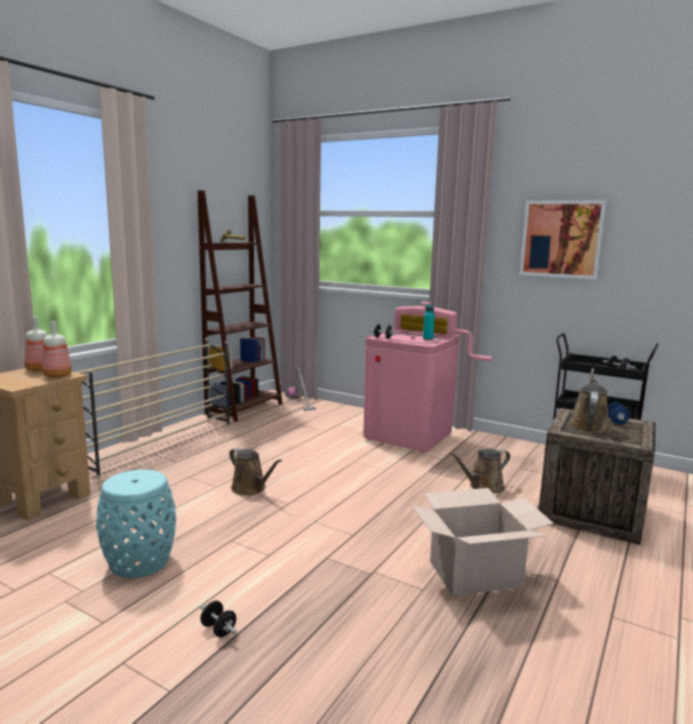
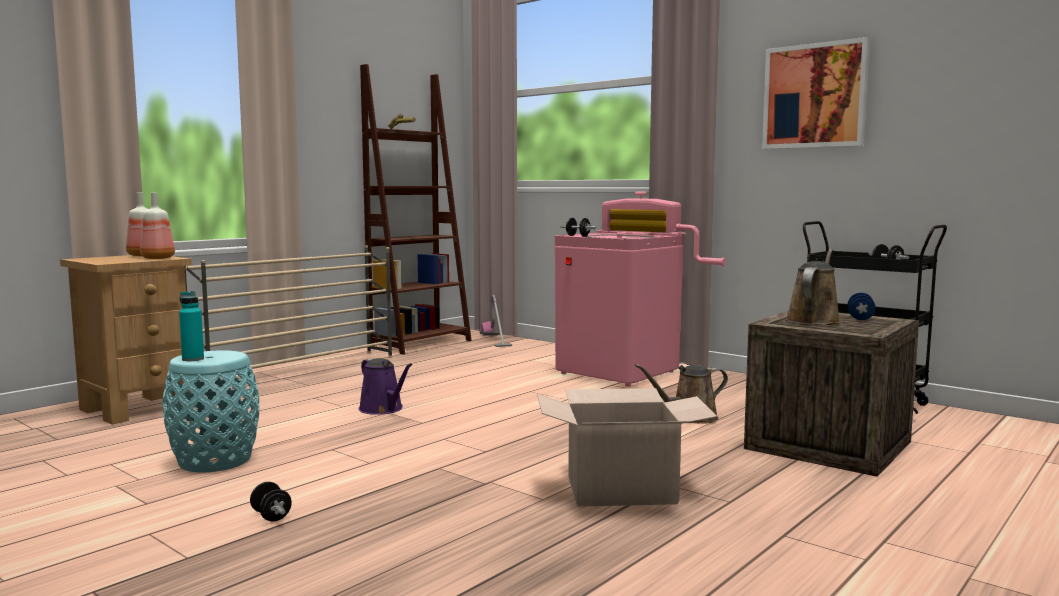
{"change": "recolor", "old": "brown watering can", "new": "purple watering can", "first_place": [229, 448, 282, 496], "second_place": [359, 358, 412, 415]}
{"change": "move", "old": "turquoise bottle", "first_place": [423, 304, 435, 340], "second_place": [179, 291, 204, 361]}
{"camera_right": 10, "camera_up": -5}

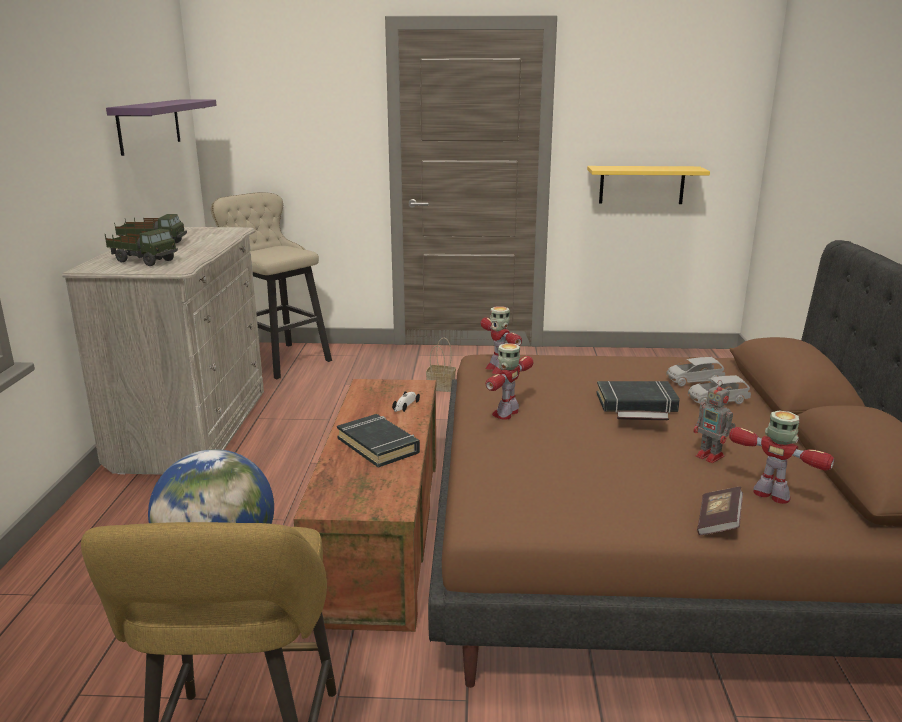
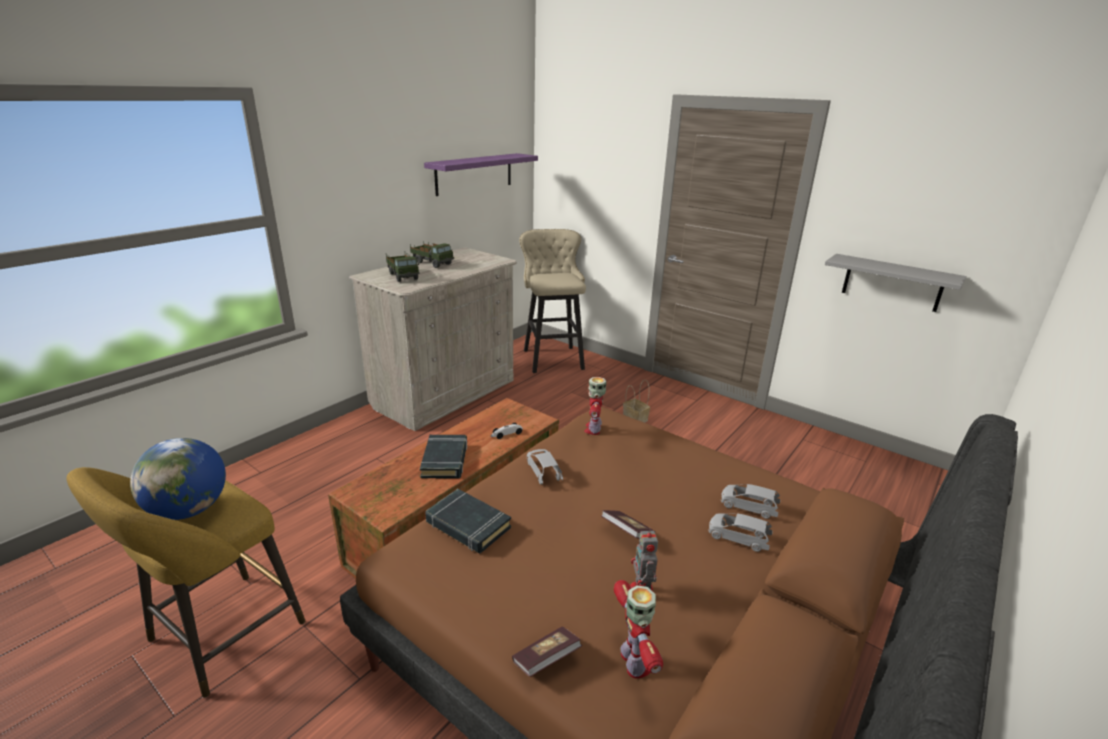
{"change": "replace", "old": "toy robot", "new": "grey toy car", "first_place": [486, 343, 534, 420], "second_place": [527, 449, 563, 485]}
{"change": "recolor", "old": "yellow shelf", "new": "grey shelf", "first_place": [587, 166, 710, 204], "second_place": [825, 254, 967, 312]}
{"change": "move", "old": "black book", "first_place": [597, 381, 680, 413], "second_place": [425, 489, 511, 553]}
{"camera_right": 35, "camera_up": 5}

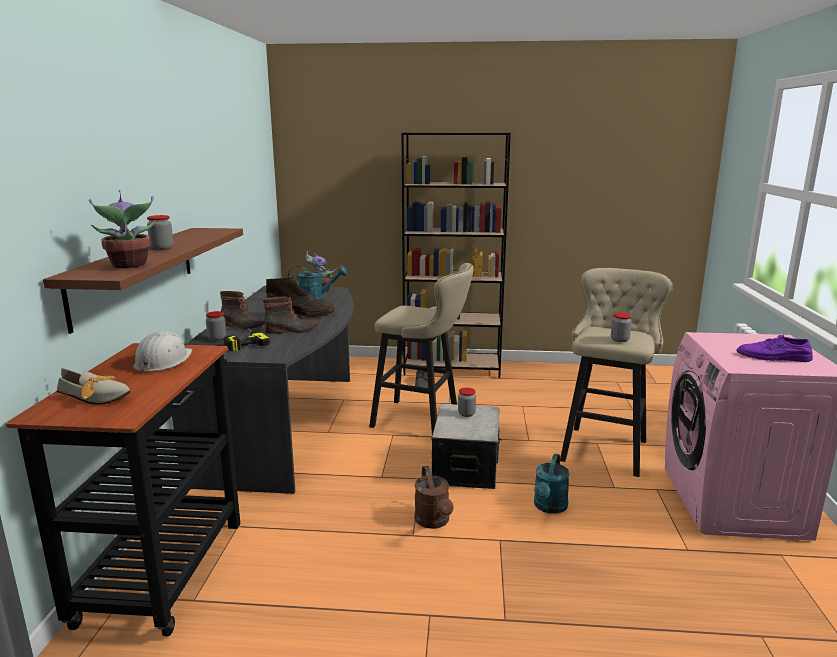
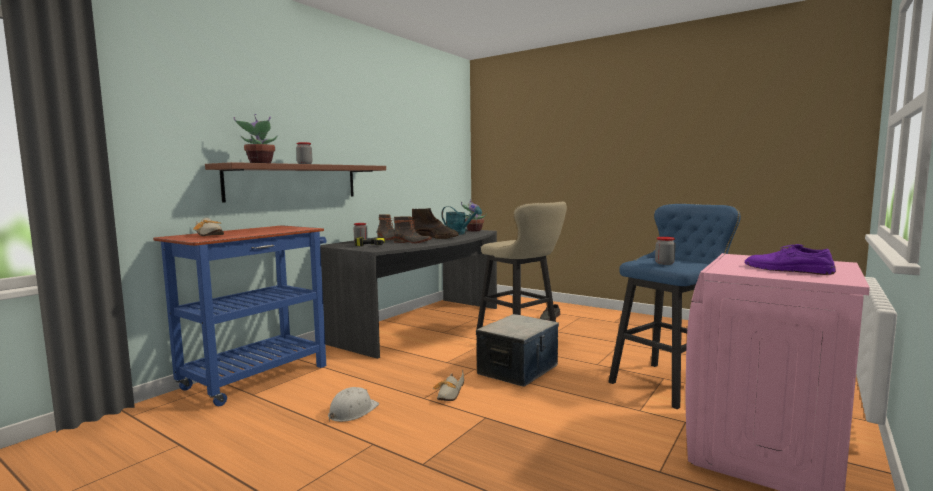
{"change": "recolor", "old": "black cart", "new": "blue cart", "first_place": [6, 343, 240, 636], "second_place": [153, 226, 327, 406]}
{"change": "move", "old": "white hard hat", "first_place": [133, 331, 192, 373], "second_place": [328, 387, 379, 422]}
{"change": "delete", "old": "beige bookcase", "first_place": [402, 133, 511, 378]}
{"change": "replace", "old": "brown watering can", "new": "shoe", "first_place": [415, 466, 454, 529], "second_place": [432, 369, 464, 401]}
{"change": "delete", "old": "jar", "first_place": [458, 388, 476, 417]}
{"change": "delete", "old": "turquoise watering can", "first_place": [534, 453, 570, 514]}
{"change": "recolor", "old": "beige stool", "new": "blue stool", "first_place": [560, 267, 673, 477], "second_place": [608, 203, 741, 409]}
{"camera_right": 30, "camera_up": -10}

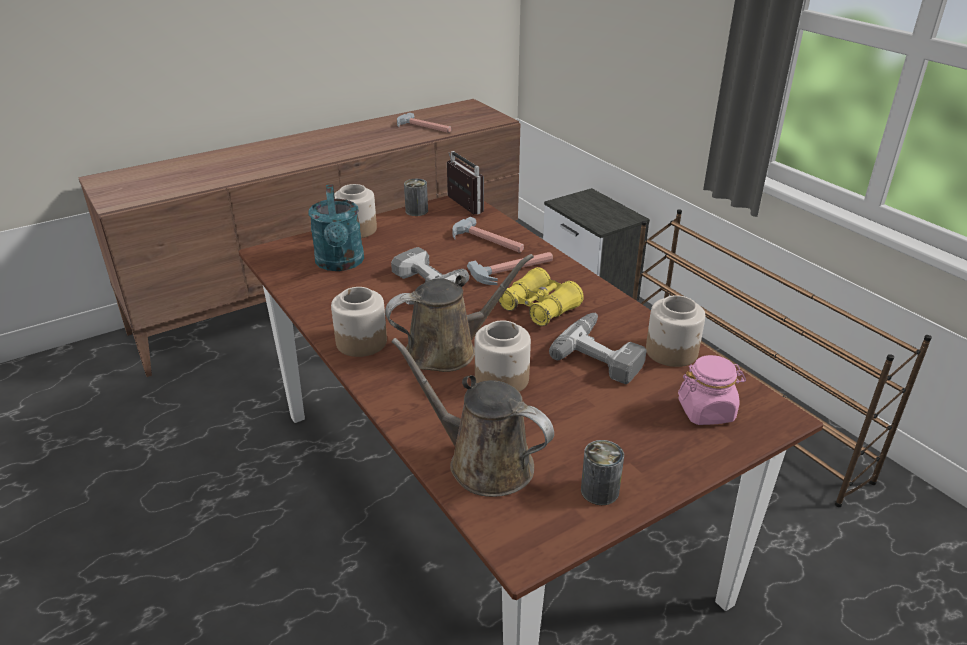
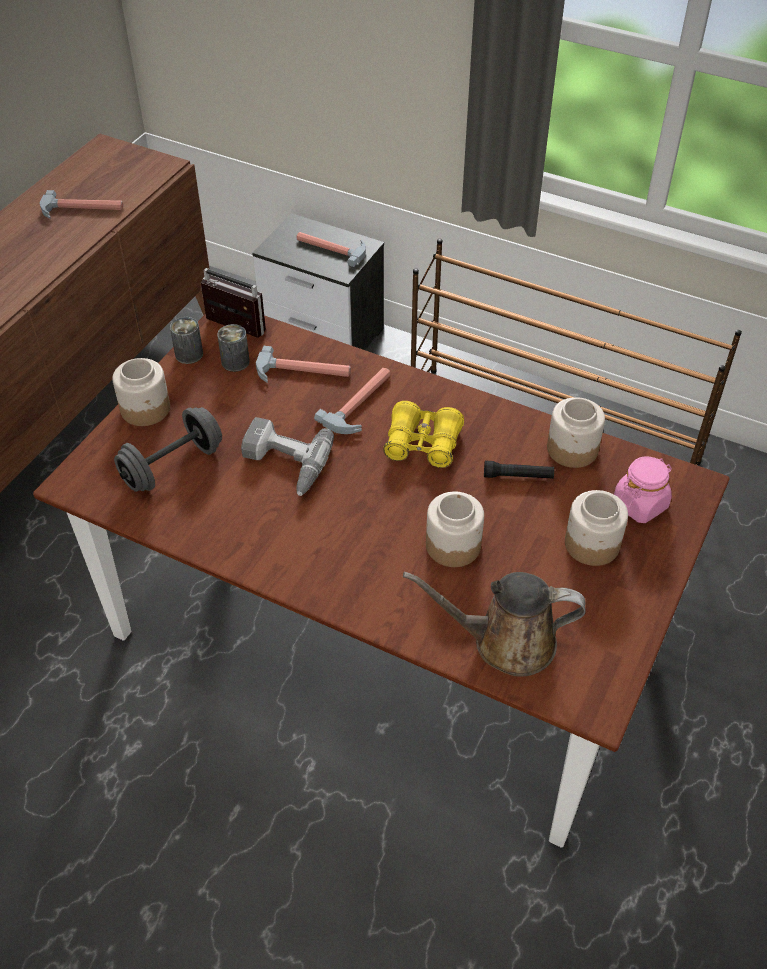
{"change": "replace", "old": "turquoise watering can", "new": "grey dumbbell", "first_place": [308, 185, 364, 271], "second_place": [114, 407, 222, 492]}
{"change": "move", "old": "jar", "first_place": [331, 287, 387, 357], "second_place": [565, 490, 628, 566]}
{"change": "delete", "old": "brown watering can", "first_place": [385, 254, 534, 372]}
{"change": "replace", "old": "power drill", "new": "black flashlight", "first_place": [549, 313, 647, 384], "second_place": [484, 461, 554, 479]}
{"change": "move", "old": "can", "first_place": [581, 440, 624, 505], "second_place": [217, 324, 250, 372]}
{"change": "insert", "new": "hammer", "second_place": [296, 232, 366, 267]}
{"camera_right": -30, "camera_up": 15}

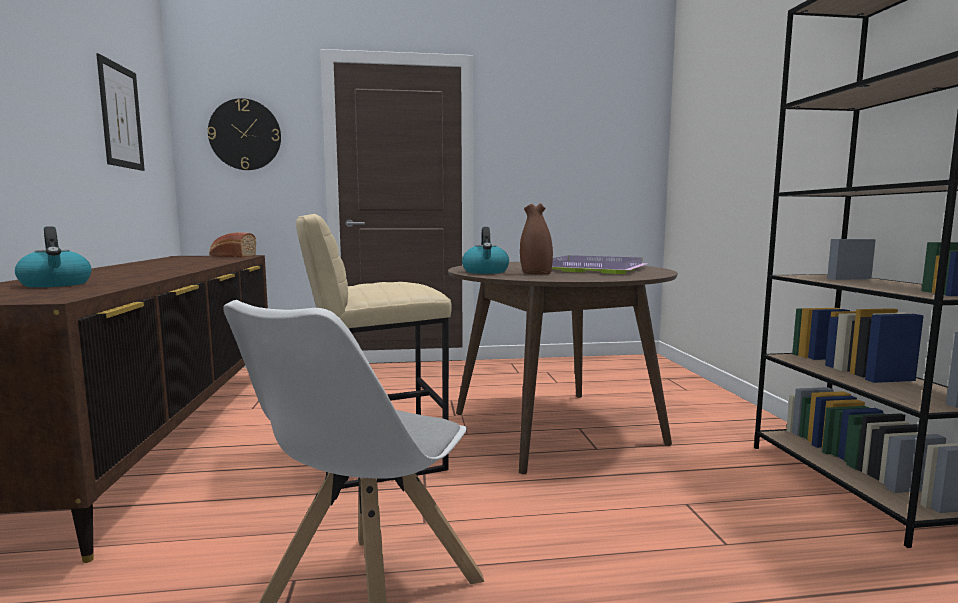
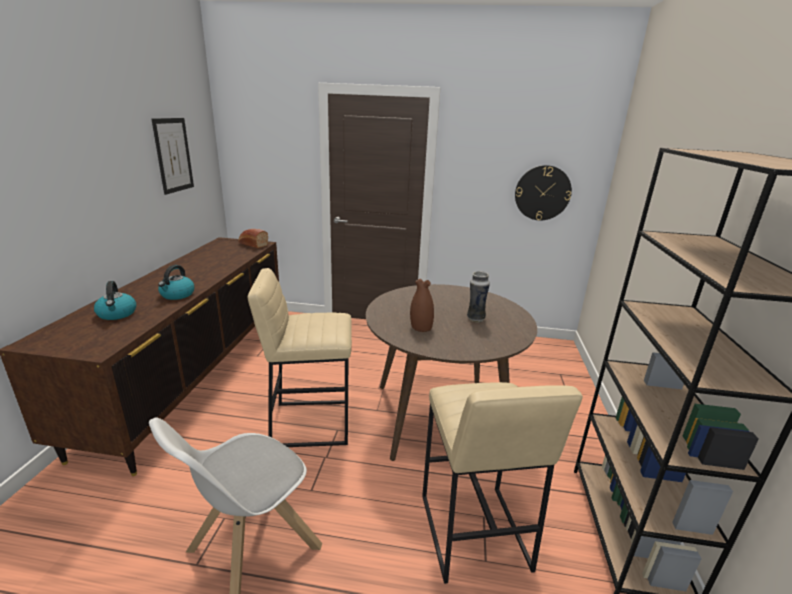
{"change": "move", "old": "wall clock", "first_place": [207, 98, 281, 170], "second_place": [515, 165, 572, 220]}
{"change": "move", "old": "kettle", "first_place": [462, 227, 509, 274], "second_place": [158, 265, 194, 300]}
{"change": "replace", "old": "purple tray", "new": "vase", "first_place": [552, 255, 648, 274], "second_place": [467, 271, 490, 323]}
{"change": "insert", "new": "beige stool", "second_place": [422, 382, 583, 584]}
{"camera_right": 15, "camera_up": 15}

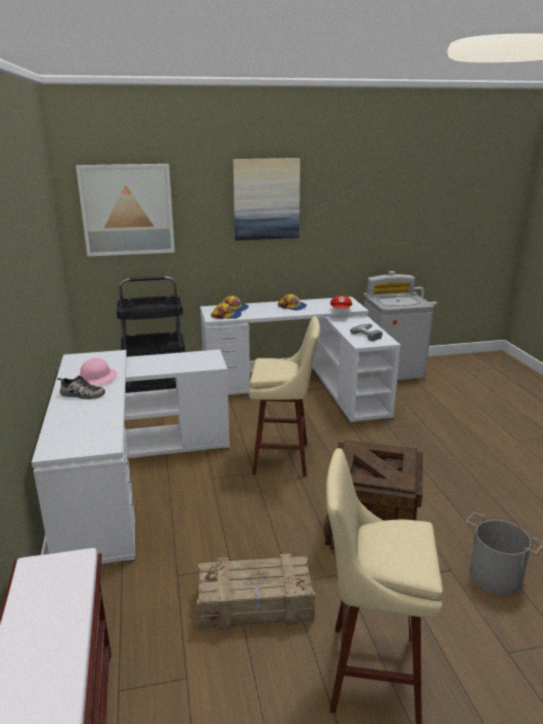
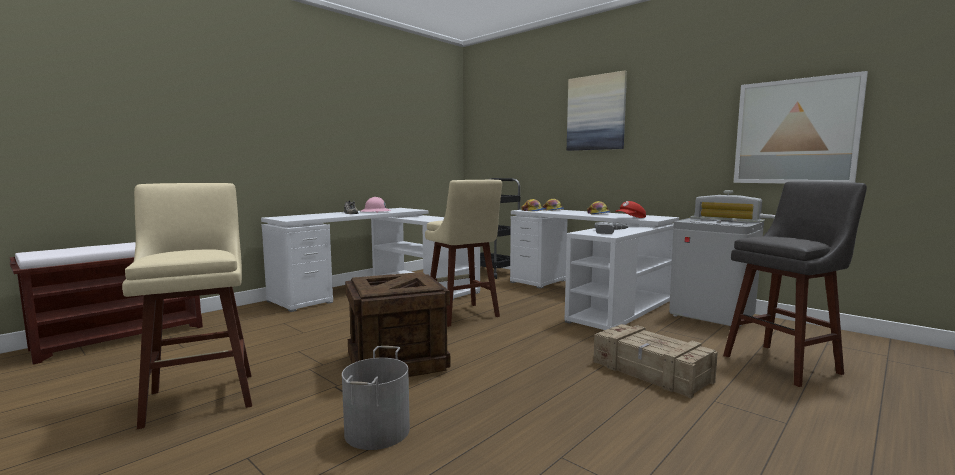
{"change": "move", "old": "picture", "first_place": [76, 164, 175, 257], "second_place": [734, 71, 868, 184]}
{"change": "move", "old": "crate", "first_place": [197, 554, 315, 630], "second_place": [594, 324, 718, 398]}
{"change": "insert", "new": "grey stool", "second_place": [723, 181, 867, 387]}
{"camera_right": 55, "camera_up": -15}

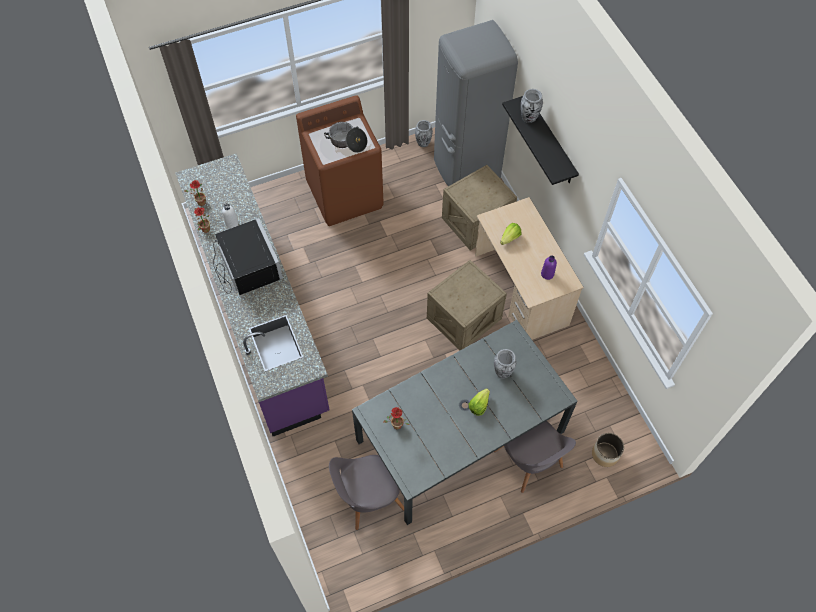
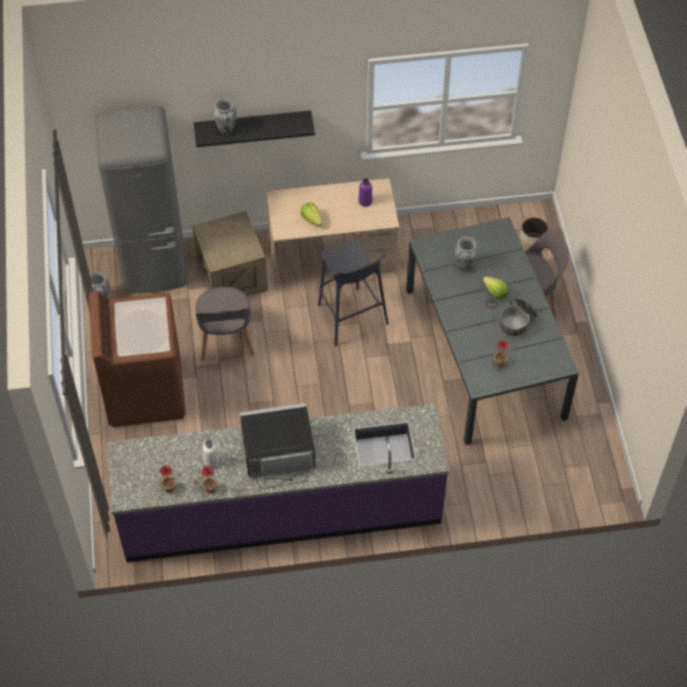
{"change": "move", "old": "cooking pot", "first_place": [324, 122, 367, 153], "second_place": [500, 298, 537, 336]}
{"change": "move", "old": "grey chair", "first_place": [329, 455, 404, 530], "second_place": [195, 287, 254, 360]}
{"change": "replace", "old": "crate", "new": "grey stool", "first_place": [427, 260, 507, 350], "second_place": [318, 239, 389, 346]}
{"camera_right": -75, "camera_up": -5}

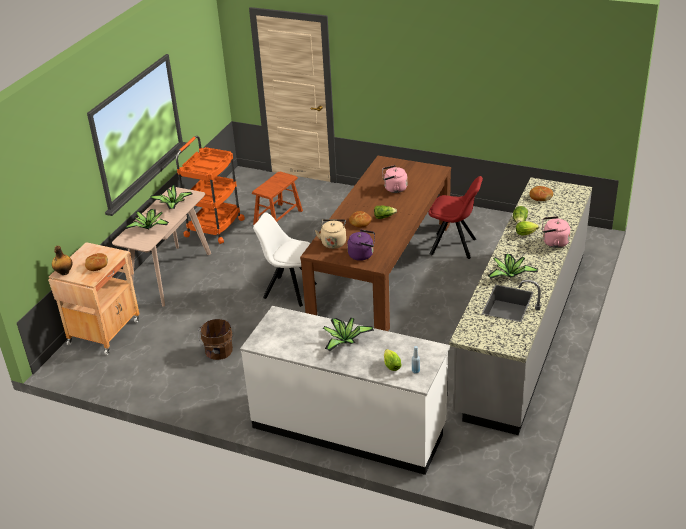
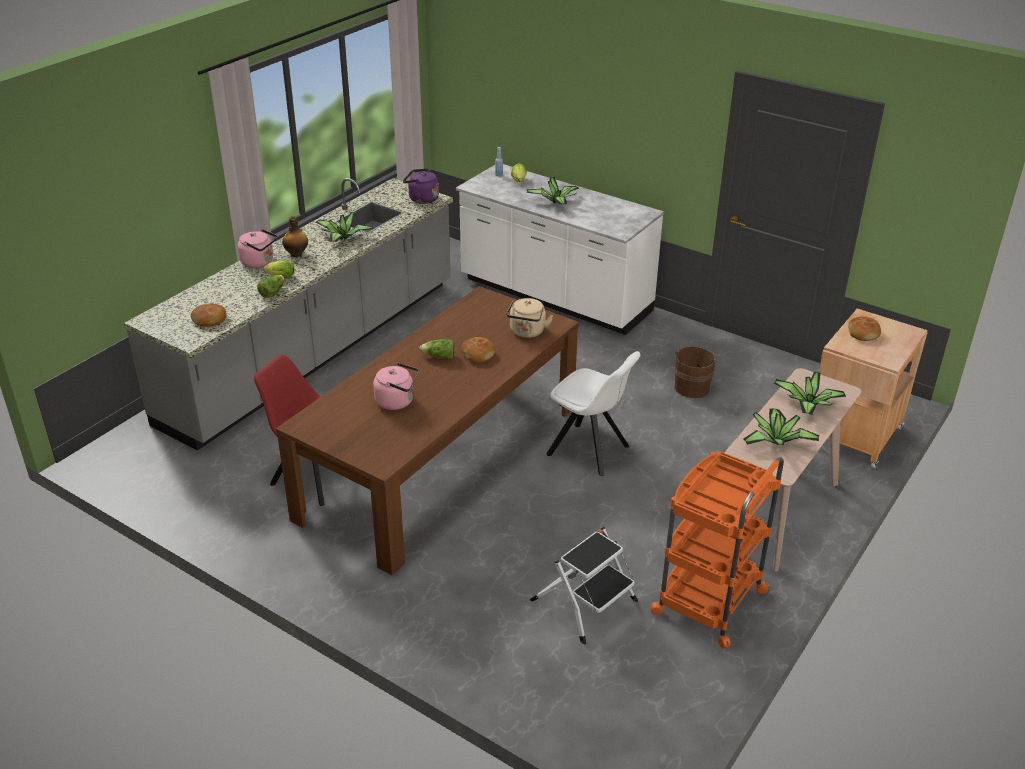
{"change": "move", "old": "bottle", "first_place": [52, 246, 73, 275], "second_place": [282, 216, 308, 257]}
{"change": "replace", "old": "brown stool", "new": "step ladder", "first_place": [252, 172, 303, 225], "second_place": [530, 527, 638, 645]}
{"change": "move", "old": "purple kettle", "first_place": [347, 230, 375, 261], "second_place": [403, 168, 439, 204]}
{"camera_right": -170, "camera_up": 0}

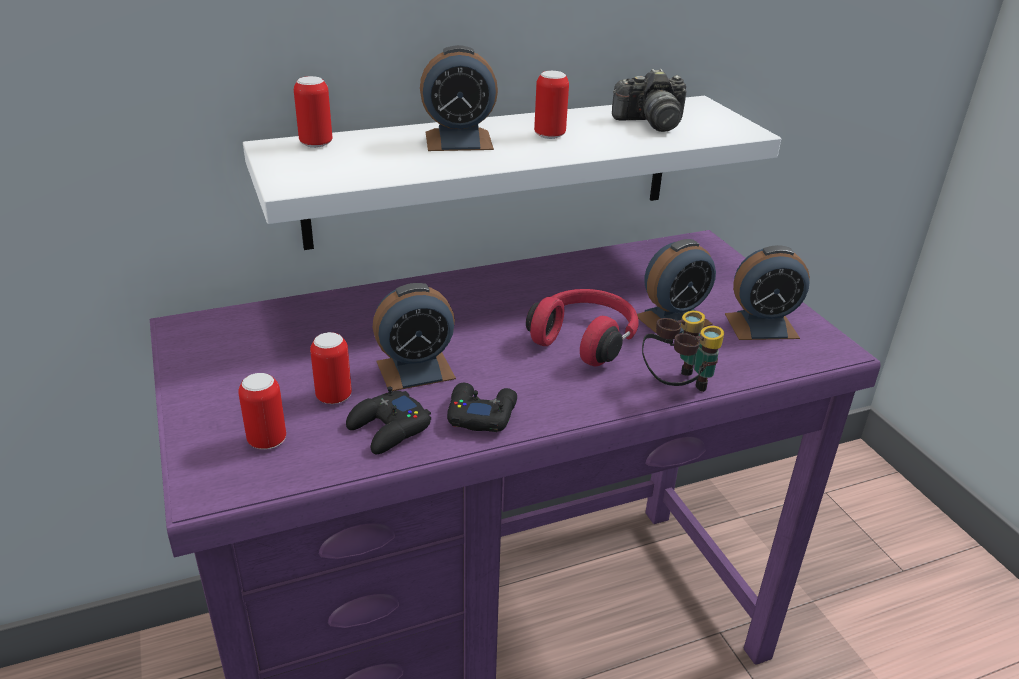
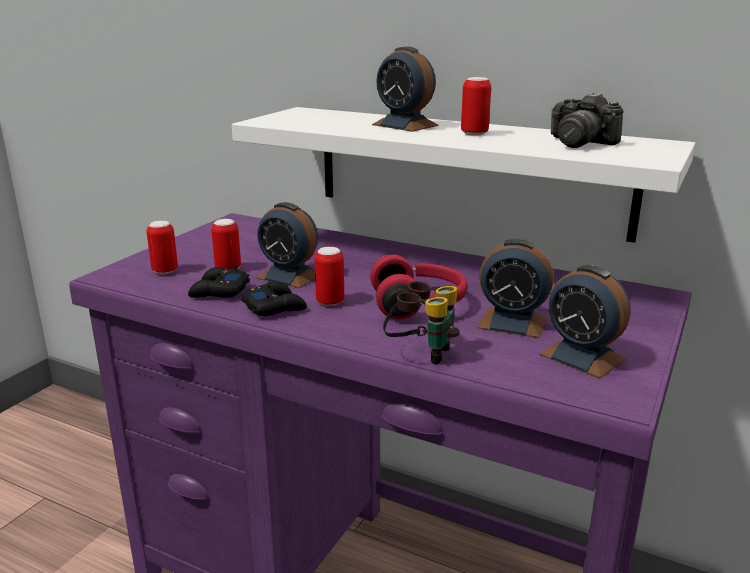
{"change": "move", "old": "can", "first_place": [294, 76, 332, 148], "second_place": [315, 247, 344, 306]}
{"camera_right": 50, "camera_up": -10}

